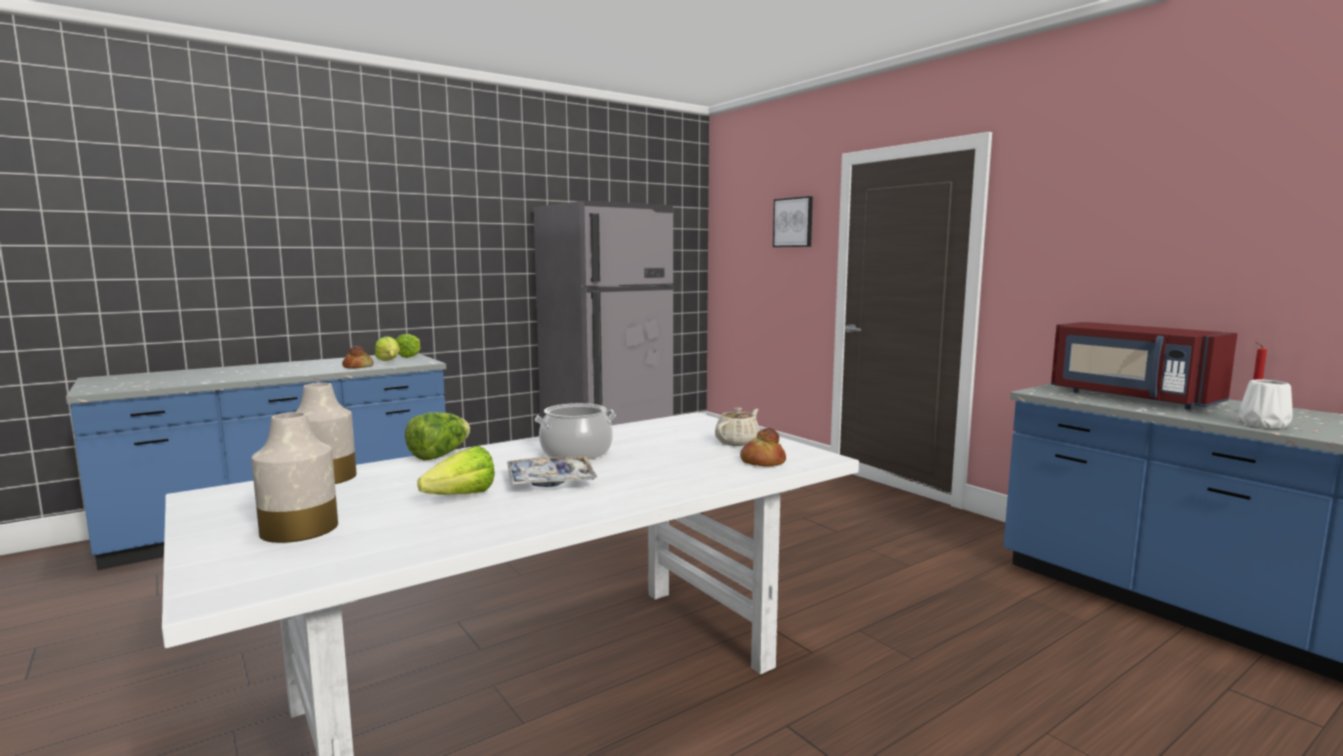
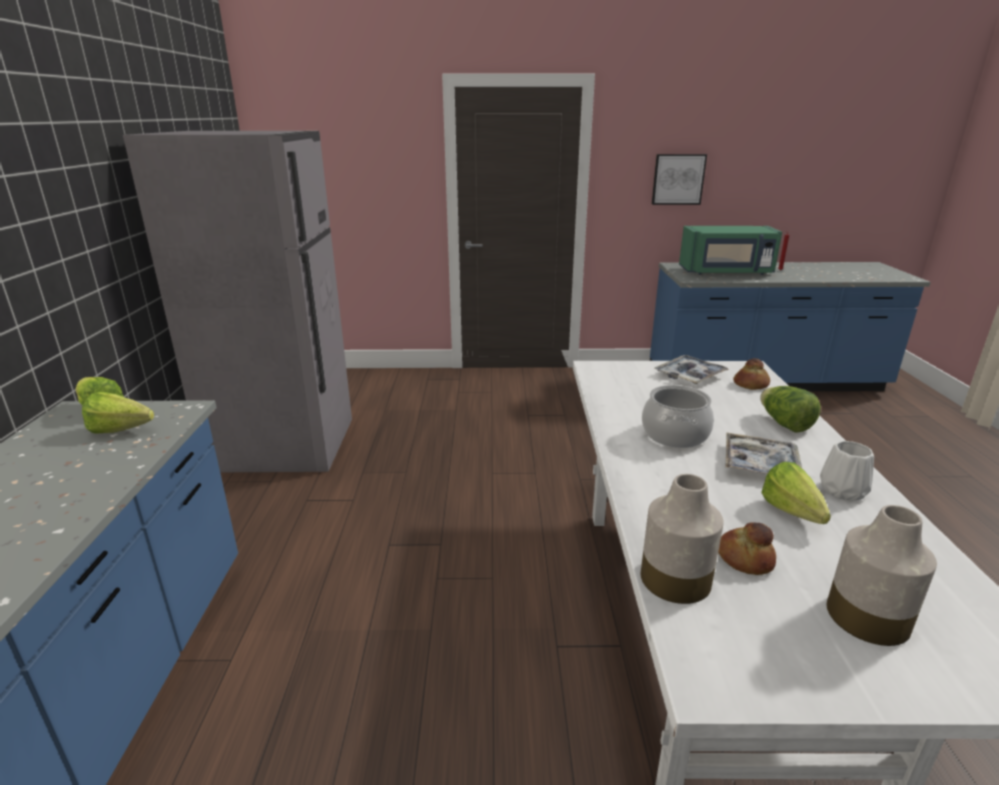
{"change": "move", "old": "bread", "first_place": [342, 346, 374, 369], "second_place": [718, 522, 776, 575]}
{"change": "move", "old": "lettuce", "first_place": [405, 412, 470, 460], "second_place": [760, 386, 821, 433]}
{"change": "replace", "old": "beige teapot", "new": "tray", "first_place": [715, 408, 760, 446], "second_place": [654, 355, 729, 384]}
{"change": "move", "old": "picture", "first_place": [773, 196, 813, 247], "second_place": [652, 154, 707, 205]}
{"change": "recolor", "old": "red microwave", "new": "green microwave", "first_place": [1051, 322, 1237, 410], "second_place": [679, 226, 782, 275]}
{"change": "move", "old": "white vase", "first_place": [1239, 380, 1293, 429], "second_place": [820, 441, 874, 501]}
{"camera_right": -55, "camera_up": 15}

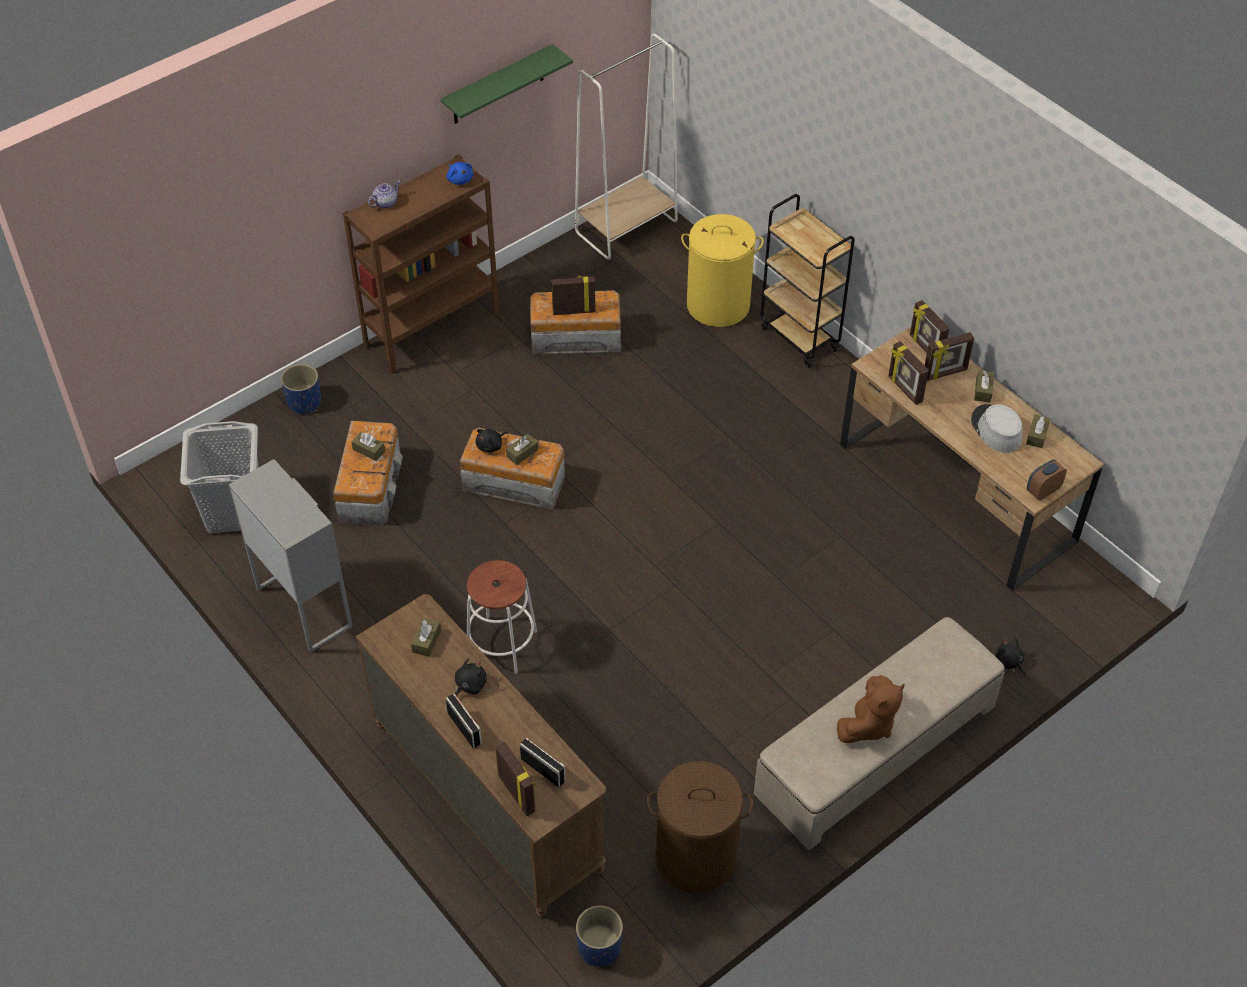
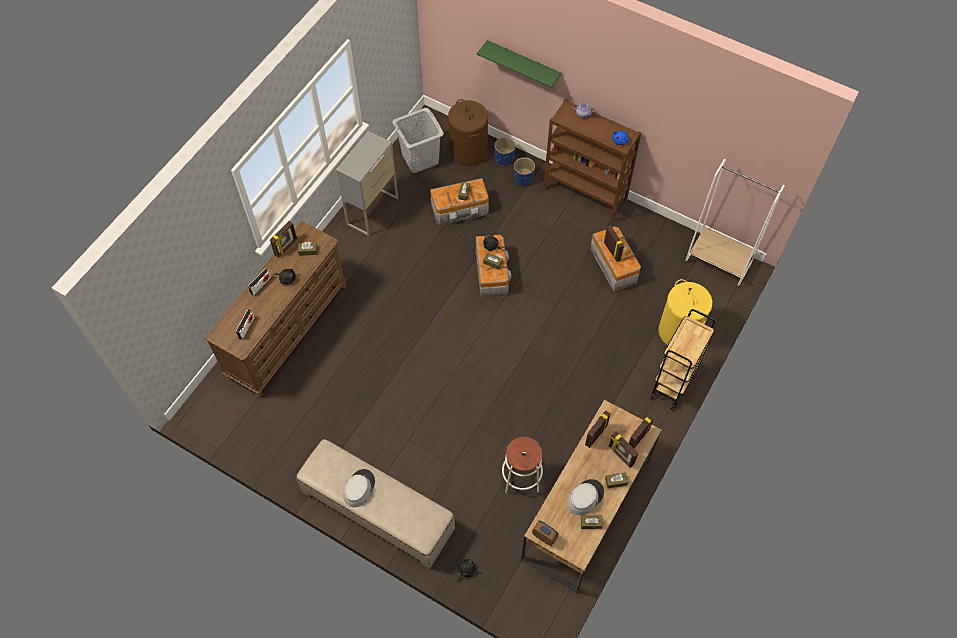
{"change": "move", "old": "green shelf", "first_place": [440, 44, 573, 124], "second_place": [477, 40, 561, 88]}
{"change": "move", "old": "white stool", "first_place": [467, 560, 537, 674], "second_place": [502, 437, 543, 493]}
{"change": "move", "old": "picture frame", "first_place": [495, 741, 535, 816], "second_place": [270, 221, 297, 258]}
{"change": "move", "old": "blue planter", "first_place": [576, 905, 623, 967], "second_place": [514, 157, 535, 187]}
{"change": "move", "old": "brown laundry basket", "first_place": [647, 761, 753, 893], "second_place": [448, 99, 488, 166]}
{"change": "replace", "old": "brown plush toy", "new": "grey hat", "first_place": [837, 675, 905, 743], "second_place": [343, 469, 375, 507]}
{"camera_right": 70, "camera_up": 10}

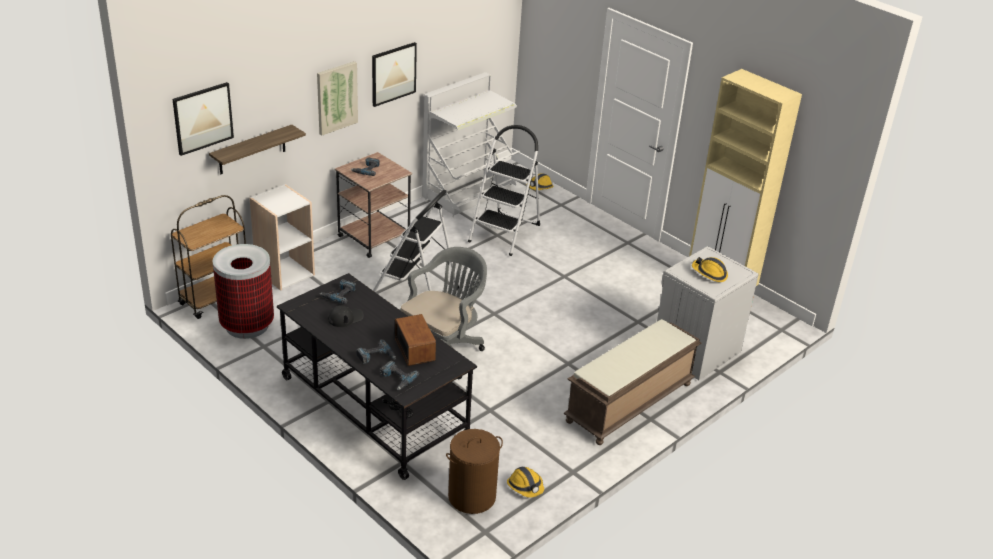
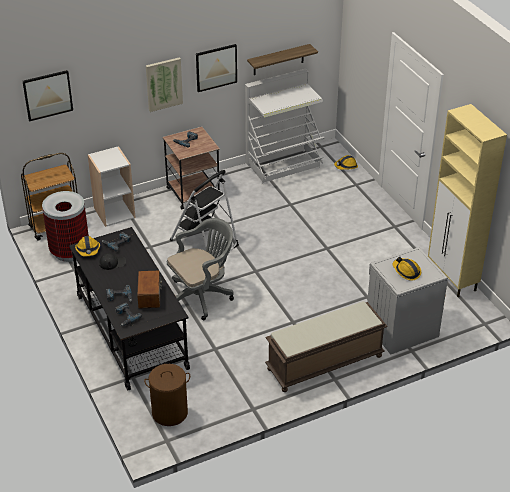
{"change": "move", "old": "shelf", "first_place": [209, 125, 306, 174], "second_place": [247, 44, 318, 75]}
{"change": "delete", "old": "step ladder", "first_place": [468, 125, 540, 256]}
{"change": "move", "old": "hard hat", "first_place": [507, 467, 544, 498], "second_place": [75, 236, 100, 257]}
{"camera_right": 20, "camera_up": 5}

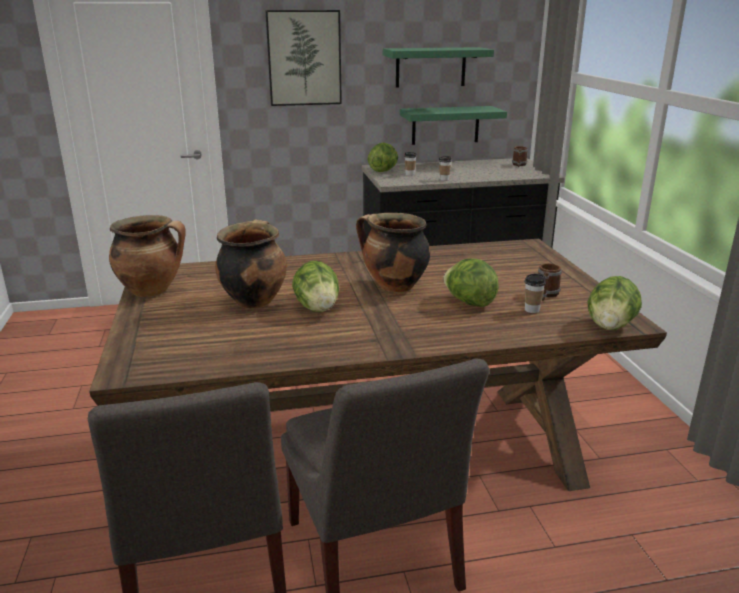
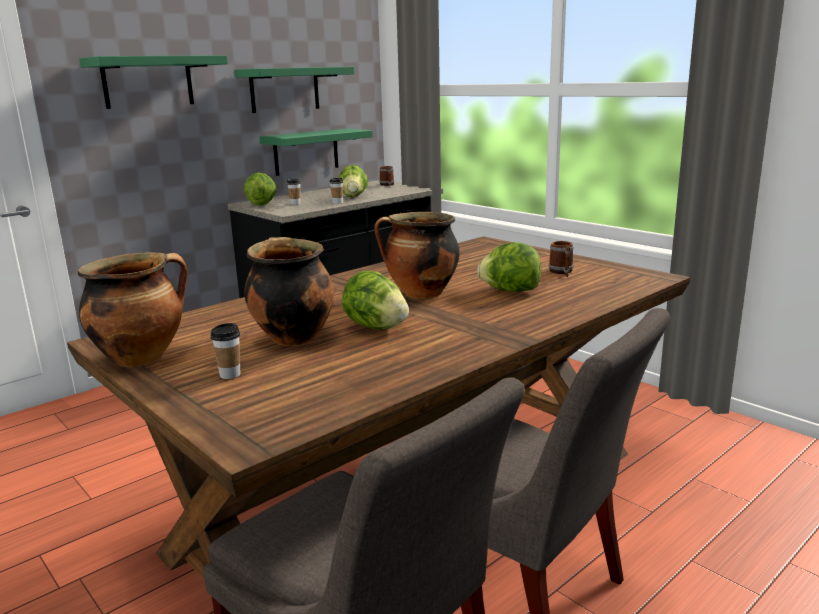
{"change": "replace", "old": "picture", "new": "green shelf", "first_place": [265, 10, 342, 106], "second_place": [79, 55, 228, 109]}
{"change": "move", "old": "cup", "first_place": [525, 273, 546, 313], "second_place": [210, 323, 240, 379]}
{"change": "move", "old": "lettuce", "first_place": [588, 276, 642, 330], "second_place": [338, 165, 368, 198]}
{"camera_right": -30, "camera_up": -5}

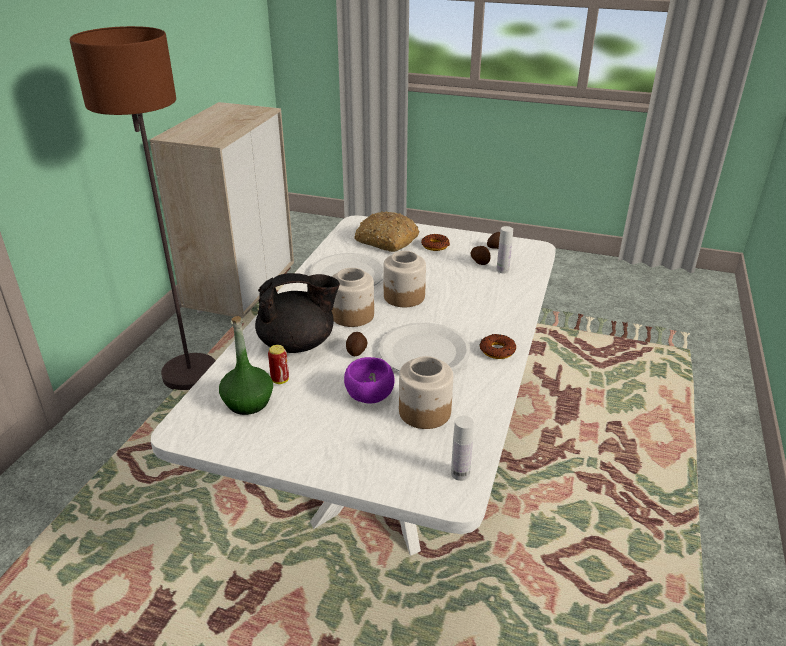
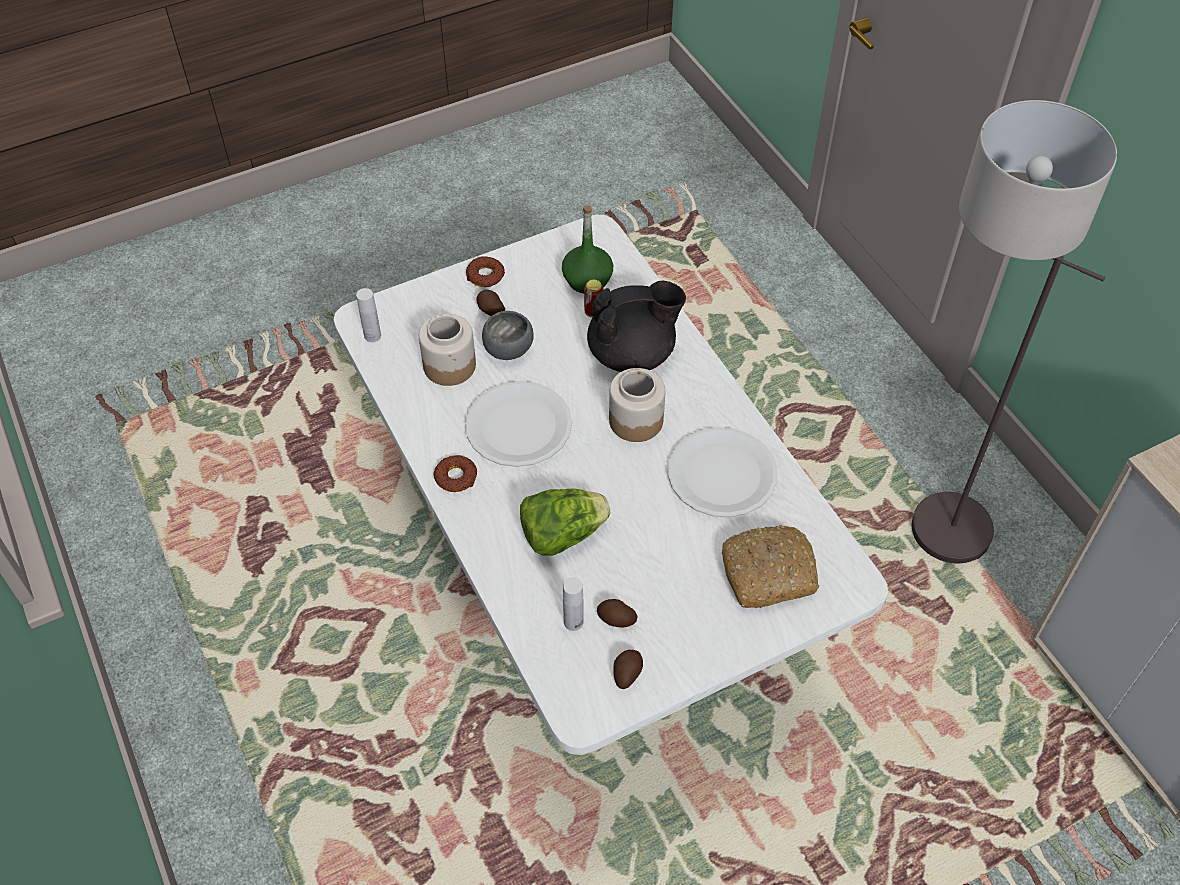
{"change": "recolor", "old": "brown floor lamp", "new": "grey floor lamp", "first_place": [70, 26, 215, 390], "second_place": [912, 100, 1117, 563]}
{"change": "rotate", "old": "black teapot", "first_place": [255, 273, 340, 353], "second_place": [587, 281, 686, 372], "degrees": -135}
{"change": "recolor", "old": "purple bowl", "new": "grey bowl", "first_place": [344, 357, 395, 404], "second_place": [482, 311, 534, 360]}
{"change": "move", "old": "potato", "first_place": [346, 332, 368, 356], "second_place": [476, 290, 505, 316]}
{"change": "delete", "old": "jar", "first_place": [384, 251, 426, 307]}
{"change": "move", "old": "donut", "first_place": [421, 234, 450, 251], "second_place": [466, 257, 505, 287]}
{"change": "insert", "new": "lettuce", "second_place": [520, 489, 610, 556]}
{"camera_right": 135, "camera_up": 20}

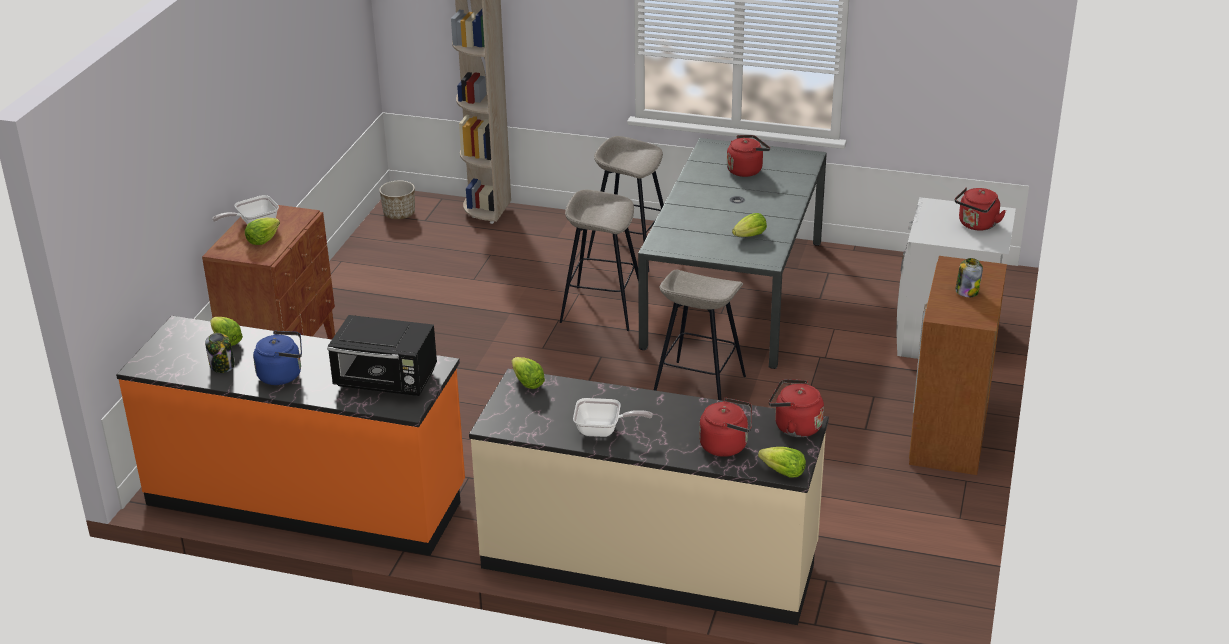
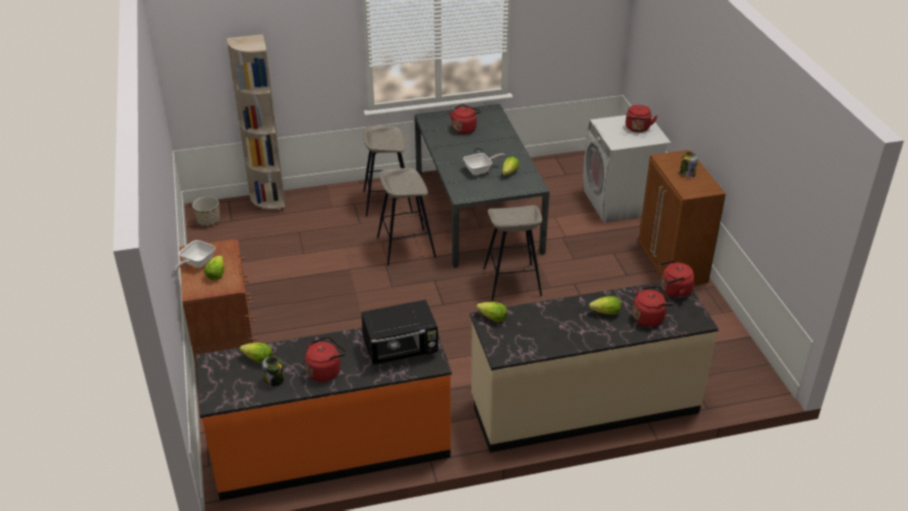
{"change": "recolor", "old": "blue kettle", "new": "red kettle", "first_place": [253, 331, 302, 385], "second_place": [305, 336, 346, 382]}
{"change": "move", "old": "frying pan", "first_place": [573, 398, 653, 437], "second_place": [463, 153, 505, 175]}
{"change": "move", "old": "lettuce", "first_place": [758, 447, 806, 478], "second_place": [589, 296, 621, 315]}
{"camera_right": -30, "camera_up": 5}

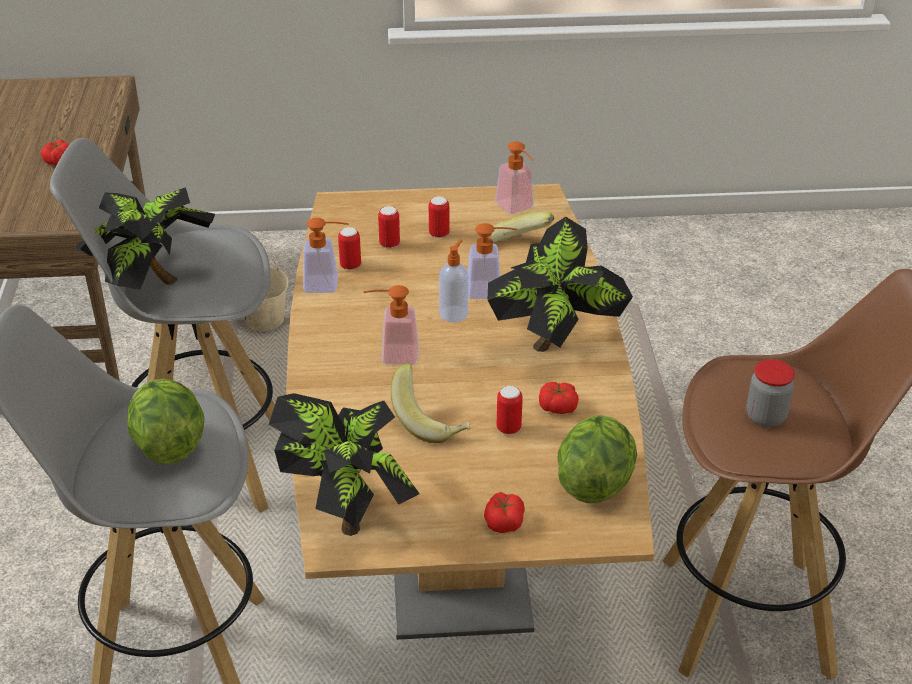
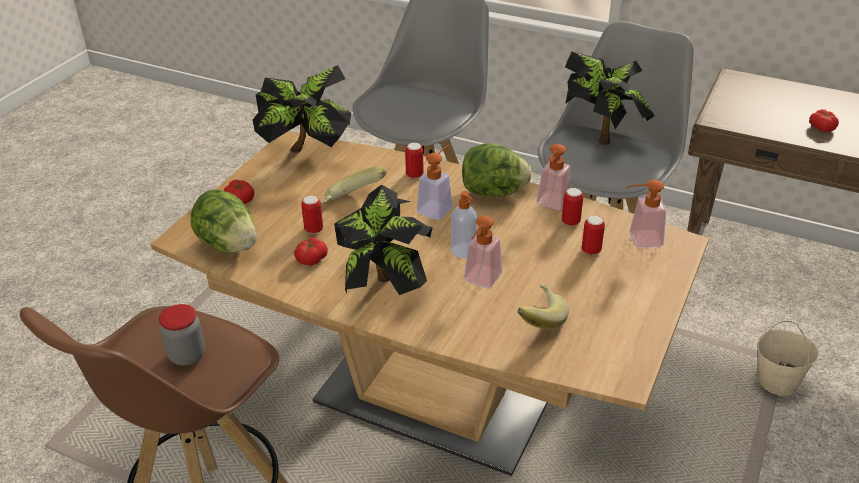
{"change": "move", "old": "lettuce", "first_place": [127, 379, 205, 464], "second_place": [462, 143, 532, 197]}
{"change": "move", "old": "can", "first_place": [429, 196, 449, 238], "second_place": [405, 143, 424, 178]}
{"change": "move", "old": "soap dispenser", "first_place": [495, 141, 534, 214], "second_place": [626, 180, 666, 247]}
{"camera_right": 120, "camera_up": 0}

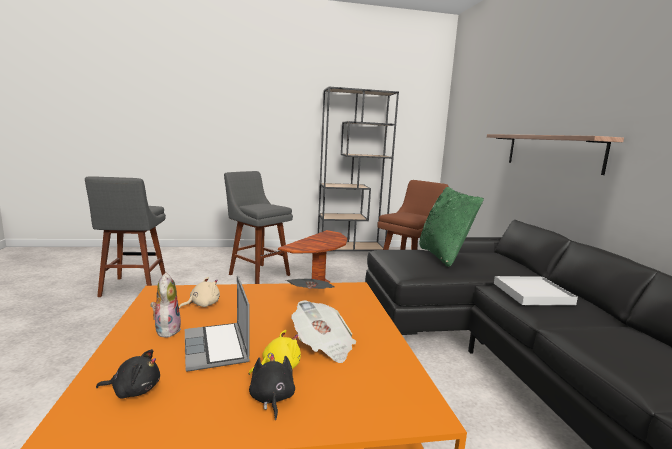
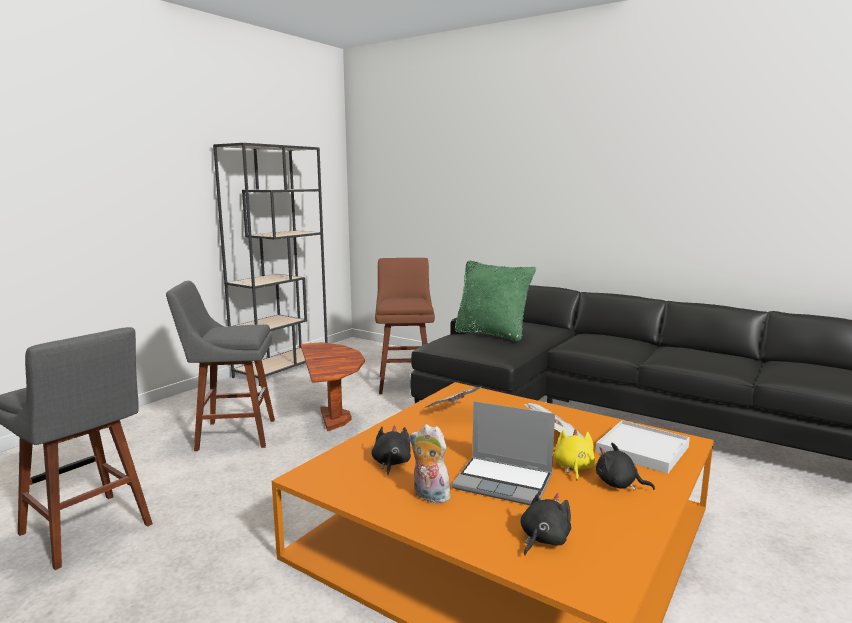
{"change": "recolor", "old": "beige plush toy", "new": "black plush toy", "first_place": [179, 277, 220, 309], "second_place": [372, 425, 411, 476]}
{"change": "delete", "old": "shelf", "first_place": [487, 134, 624, 175]}
{"change": "move", "old": "white tray", "first_place": [494, 276, 578, 305], "second_place": [596, 420, 690, 474]}
{"camera_right": -45, "camera_up": 0}

